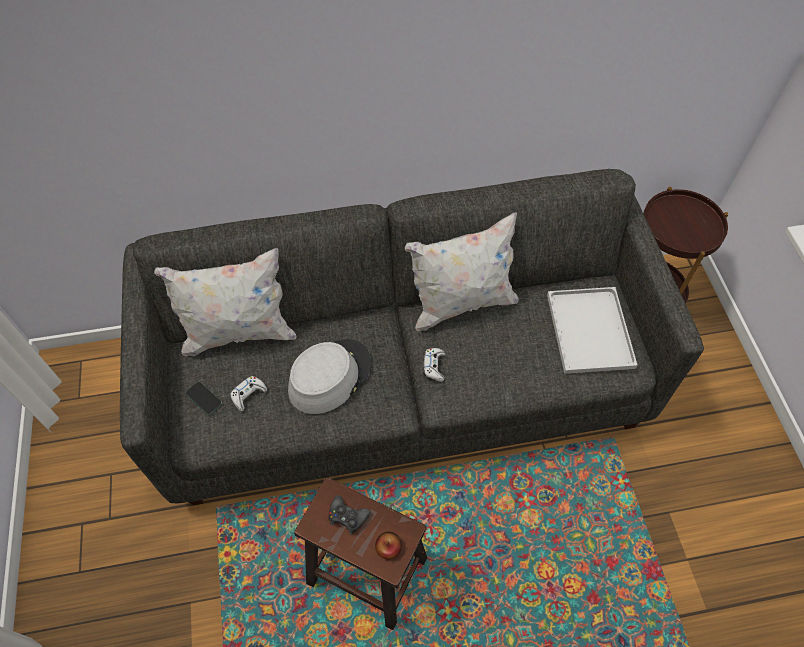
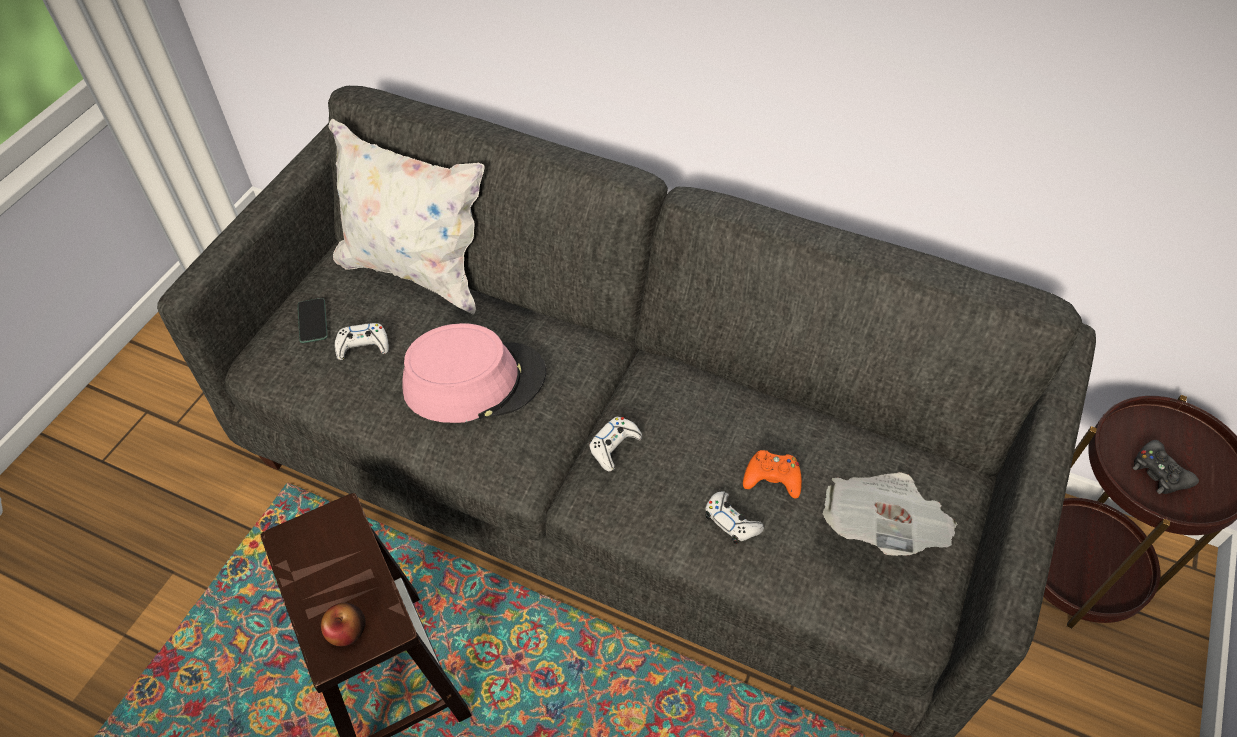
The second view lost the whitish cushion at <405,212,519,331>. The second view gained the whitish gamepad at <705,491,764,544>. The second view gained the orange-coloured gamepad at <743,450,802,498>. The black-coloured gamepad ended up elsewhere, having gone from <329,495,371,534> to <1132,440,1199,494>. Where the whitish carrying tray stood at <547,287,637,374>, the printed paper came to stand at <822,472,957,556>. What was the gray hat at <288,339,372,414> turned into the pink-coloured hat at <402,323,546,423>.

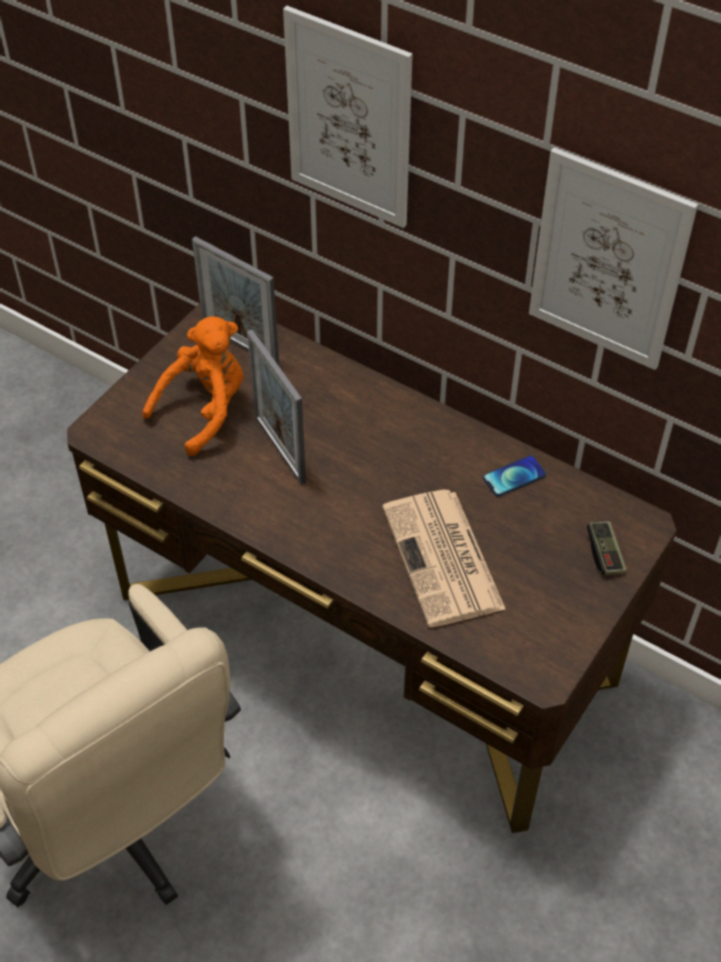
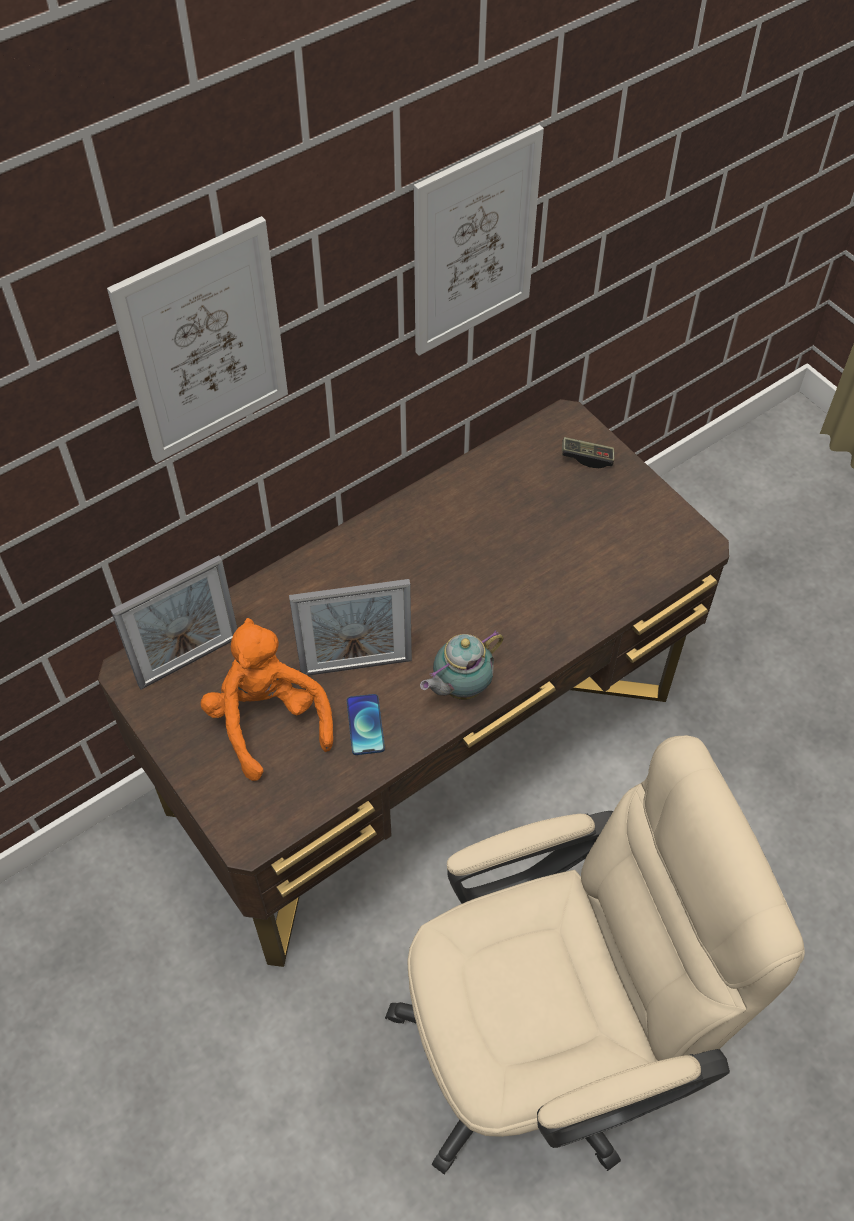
The second view lost the printed paper at <382,490,506,627>. The second view gained the teapot at <420,630,504,700>. The handset ended up elsewhere, having gone from <483,456,546,497> to <347,694,385,755>.

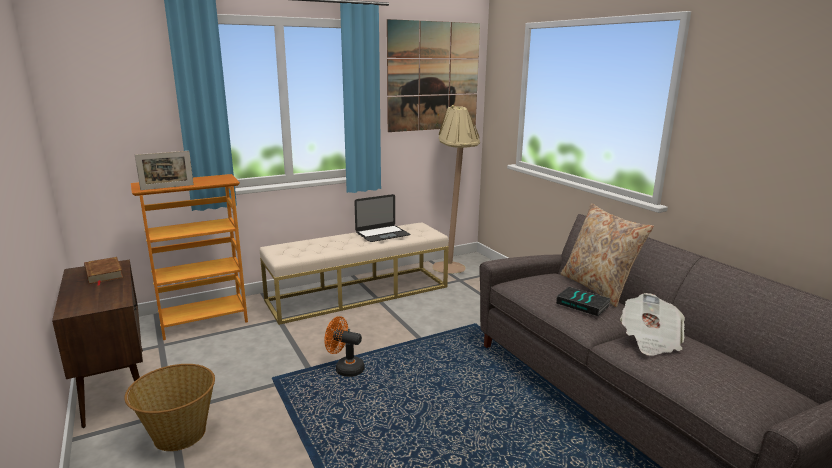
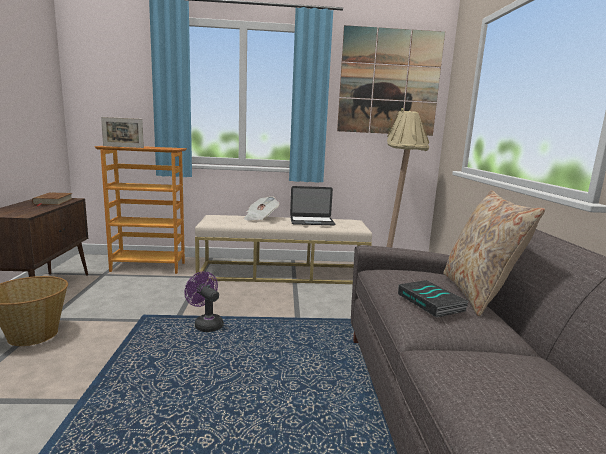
The printed paper ended up elsewhere, having gone from <620,293,685,356> to <243,196,279,221>. What was the orange-coloured electric fan at <324,316,365,377> turned into the purple electric fan at <184,271,223,332>.

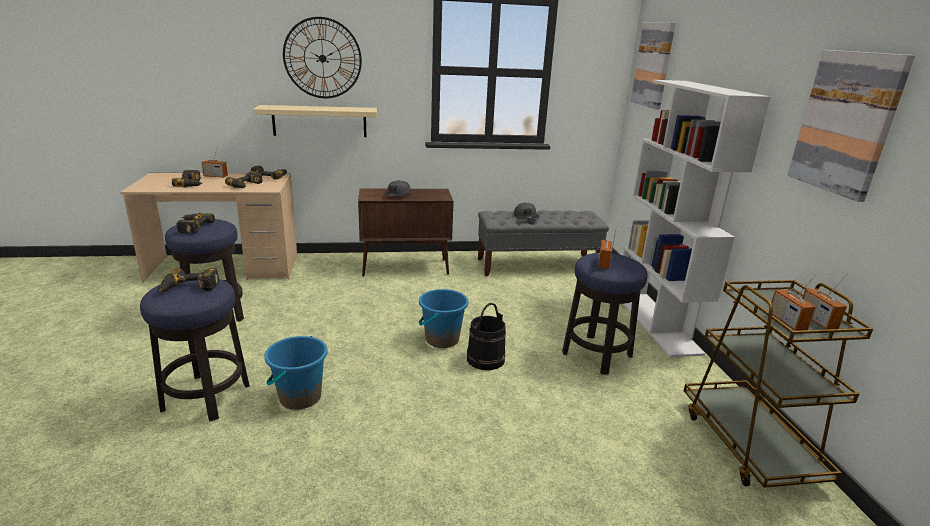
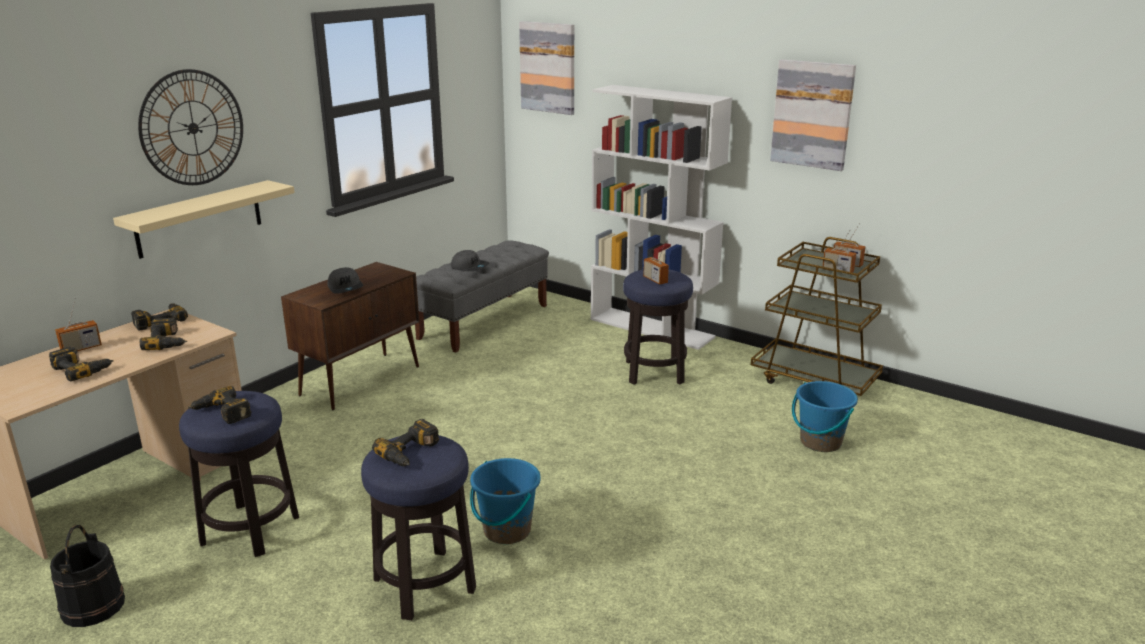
The blue-coloured pail ended up elsewhere, having gone from <419,289,468,348> to <792,381,858,452>. The black-coloured pail ended up elsewhere, having gone from <467,303,506,370> to <50,525,125,627>.

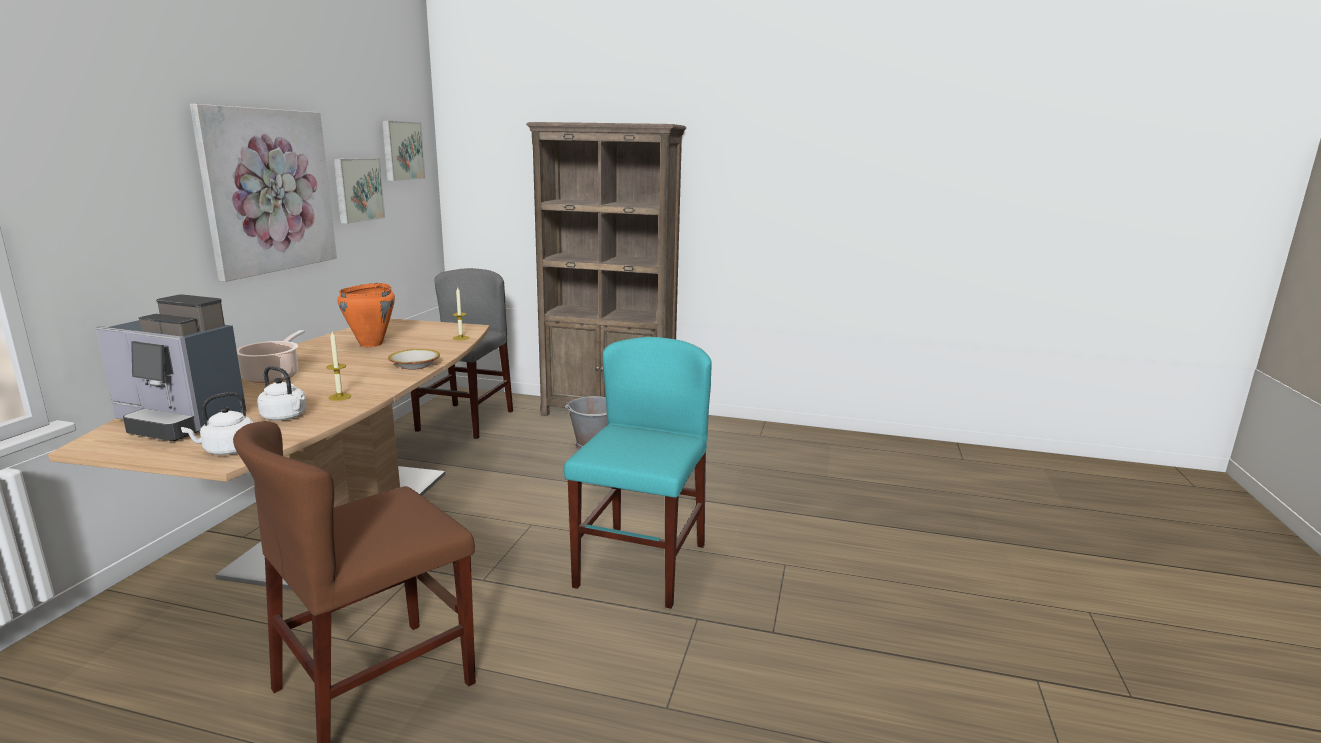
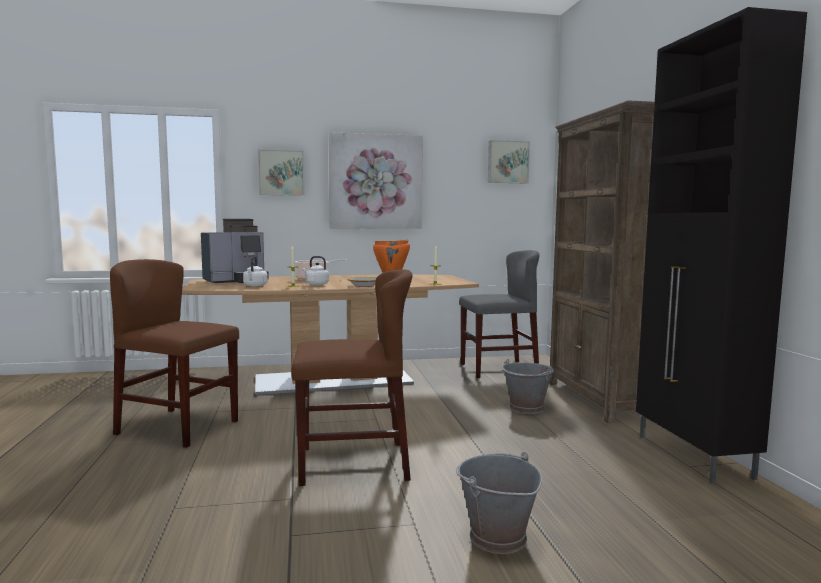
The second view gained the gray pail at <456,452,542,554>. The second view gained the black-coloured storage cabinet at <636,7,807,484>. The whitish kettle ended up elsewhere, having gone from <181,392,254,455> to <302,256,329,285>. The picture ended up elsewhere, having gone from <334,158,385,224> to <258,150,304,196>. What was the blue-green plain chair at <564,337,712,609> turned into the brownish plain chair at <291,269,412,486>. The coffee brewer at <96,294,246,442> ended up facing another way, 120 degrees counterclockwise from before.

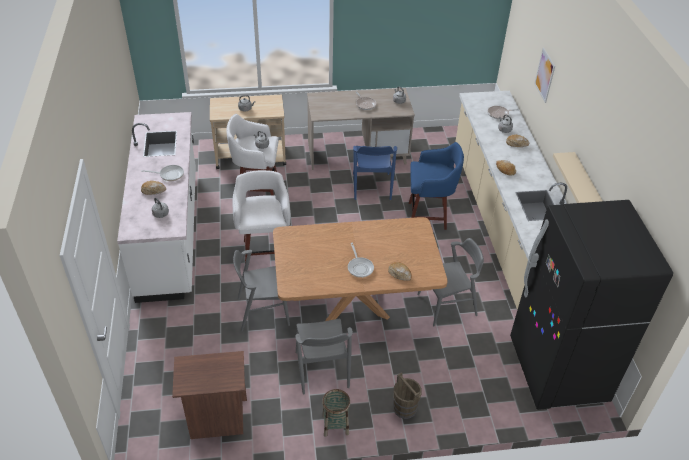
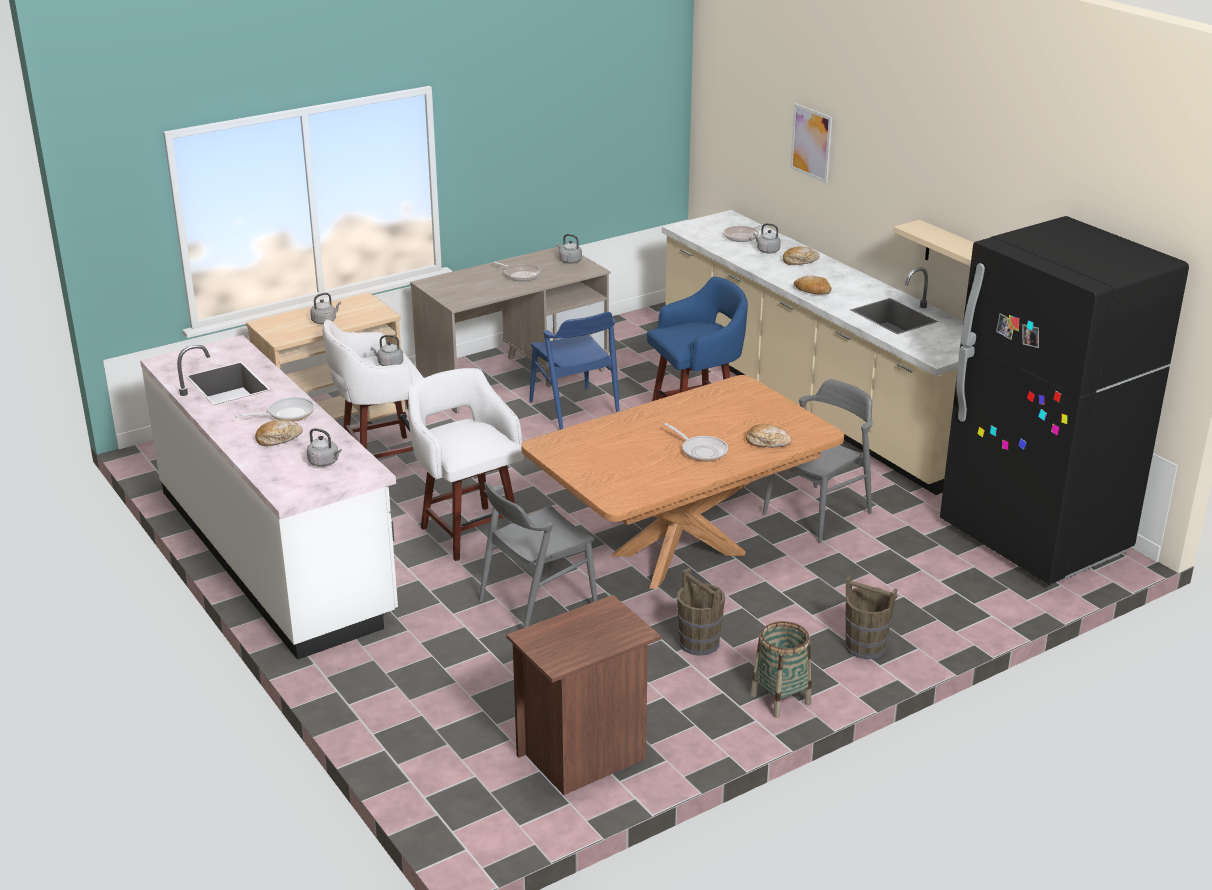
Where the gray plain chair stood at <296,318,353,395>, the brownish pail came to stand at <677,568,725,656>.

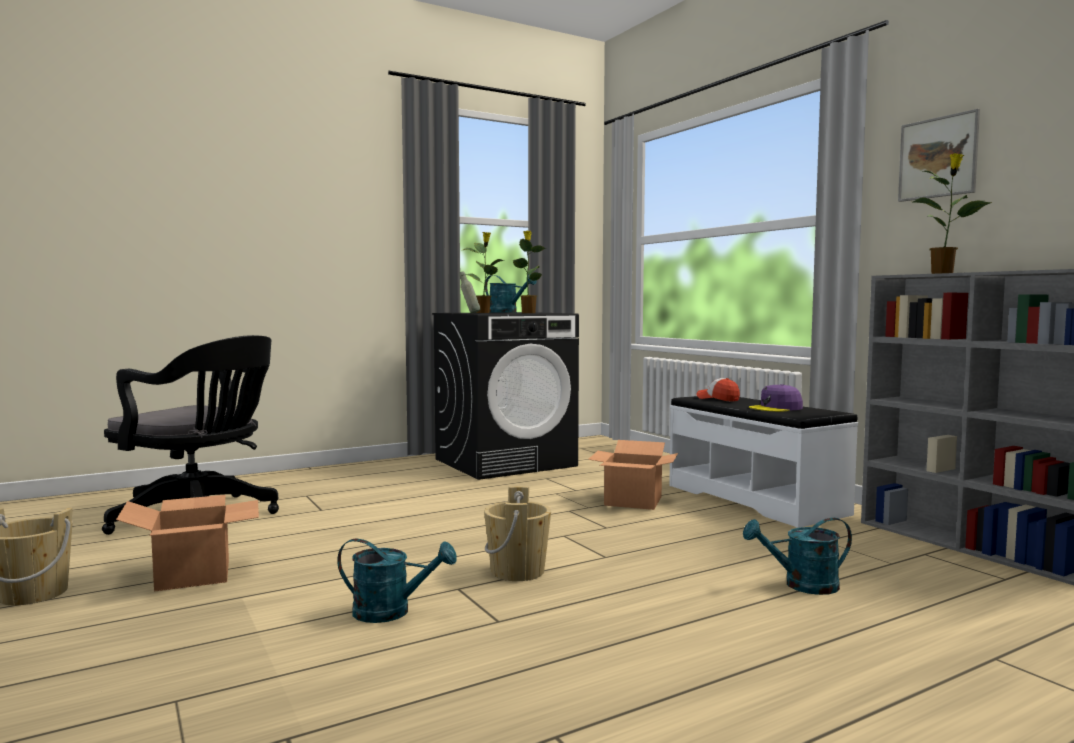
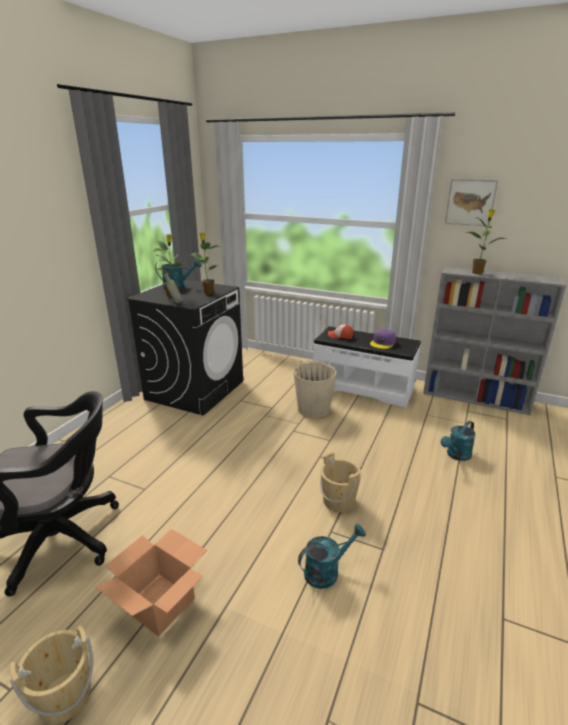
Where the cardboard box stood at <588,440,678,510>, the beige-coloured pail came to stand at <294,361,337,418>.

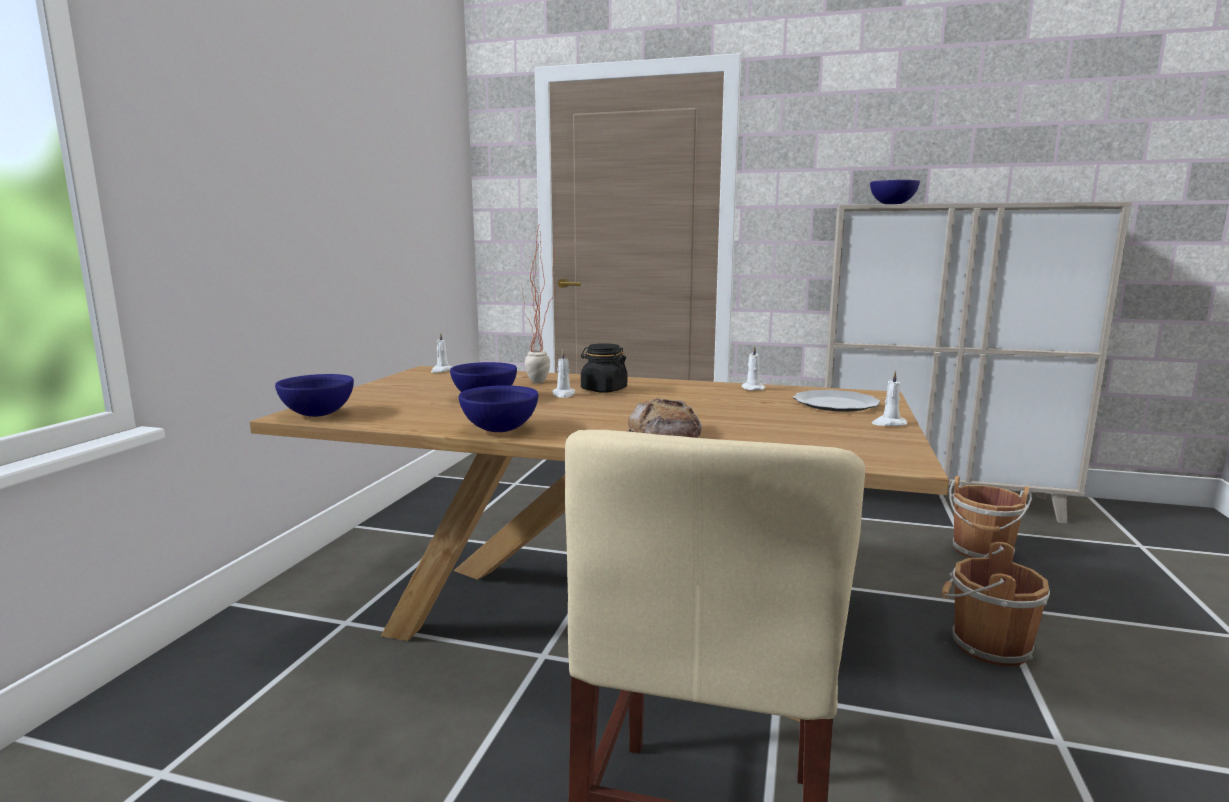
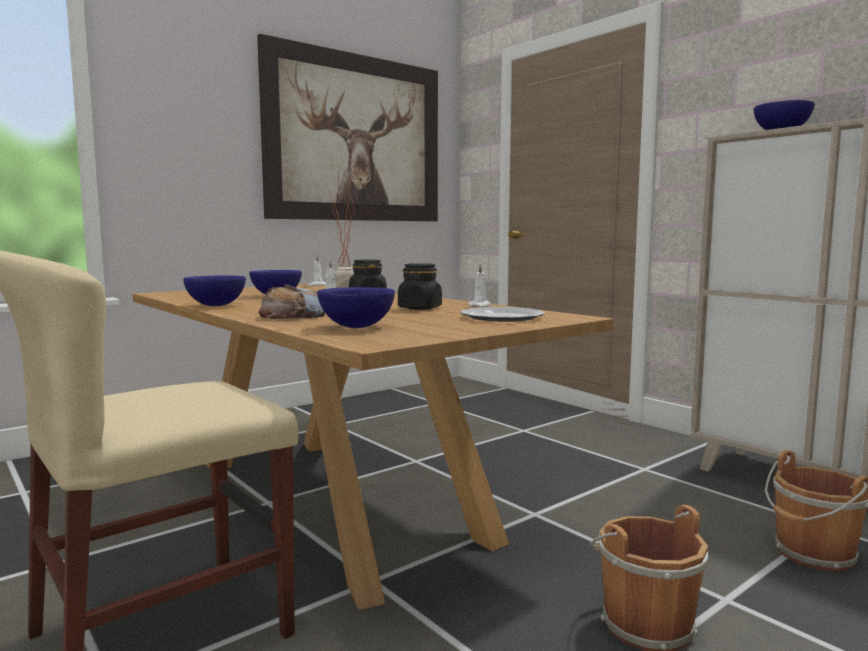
The second view lost the whitish wax candle at <872,371,907,426>. The second view gained the picture at <257,34,438,222>. The second view gained the black-coloured storage jar at <398,263,442,310>. The blue-coloured bowl ended up elsewhere, having gone from <275,374,354,417> to <317,287,395,328>.

